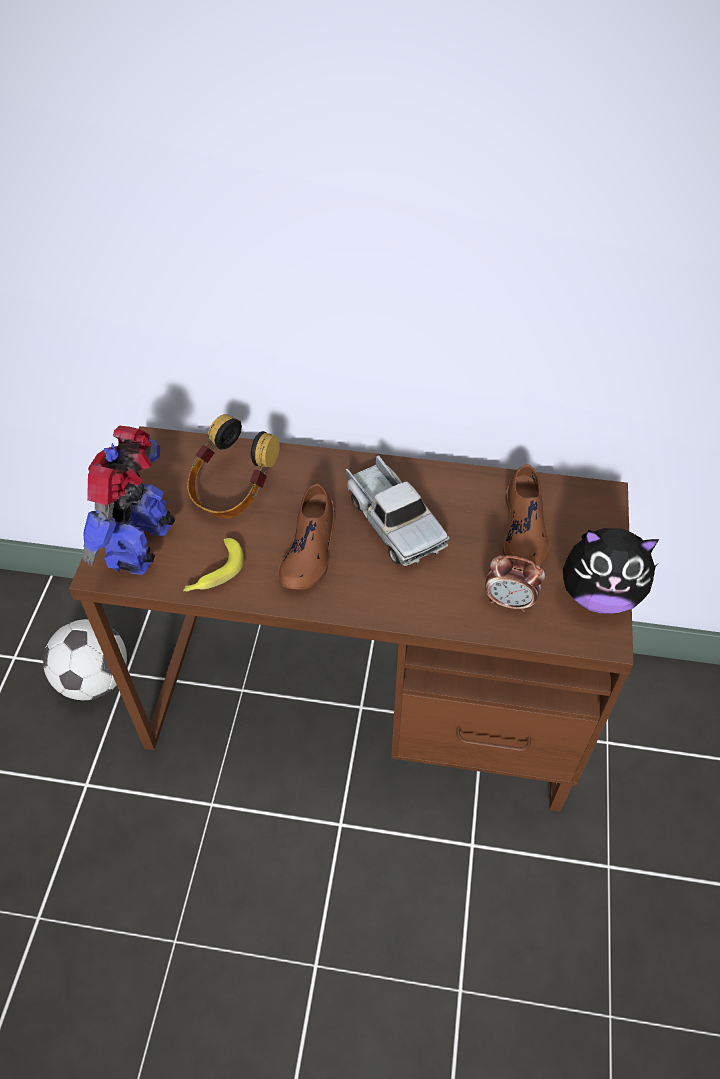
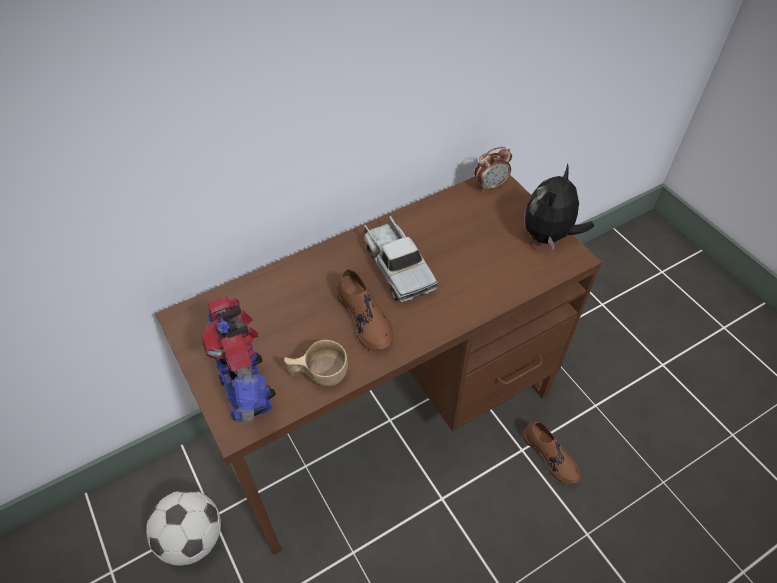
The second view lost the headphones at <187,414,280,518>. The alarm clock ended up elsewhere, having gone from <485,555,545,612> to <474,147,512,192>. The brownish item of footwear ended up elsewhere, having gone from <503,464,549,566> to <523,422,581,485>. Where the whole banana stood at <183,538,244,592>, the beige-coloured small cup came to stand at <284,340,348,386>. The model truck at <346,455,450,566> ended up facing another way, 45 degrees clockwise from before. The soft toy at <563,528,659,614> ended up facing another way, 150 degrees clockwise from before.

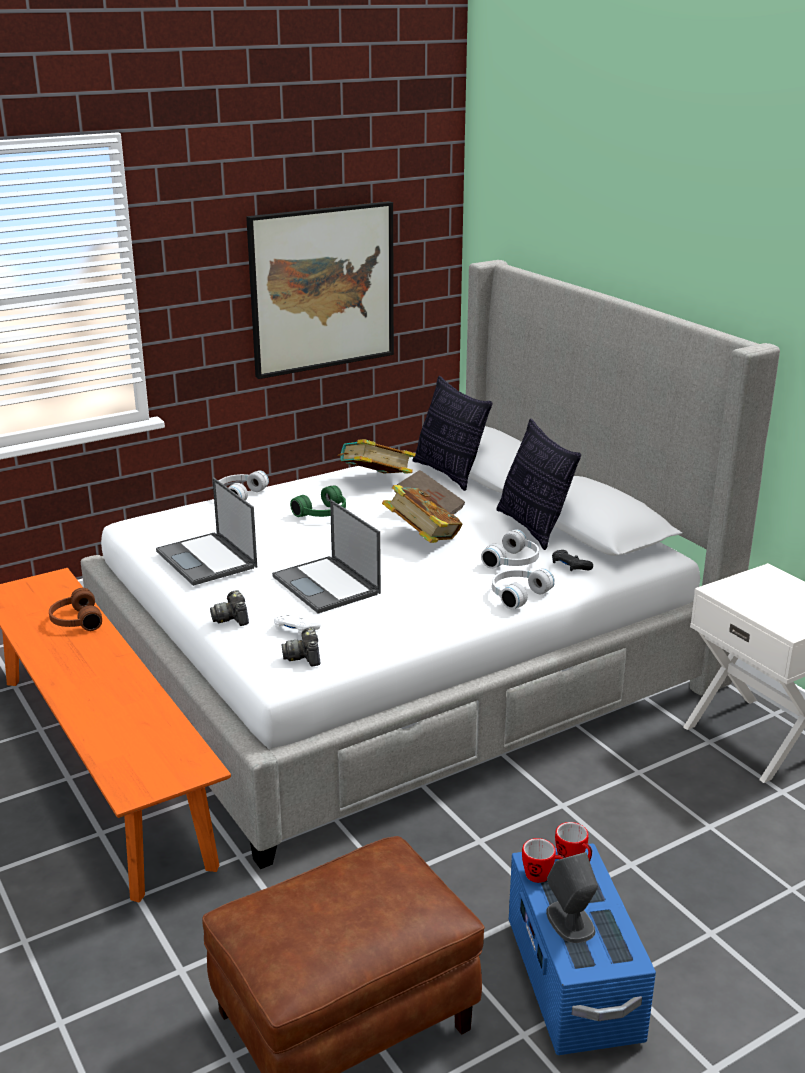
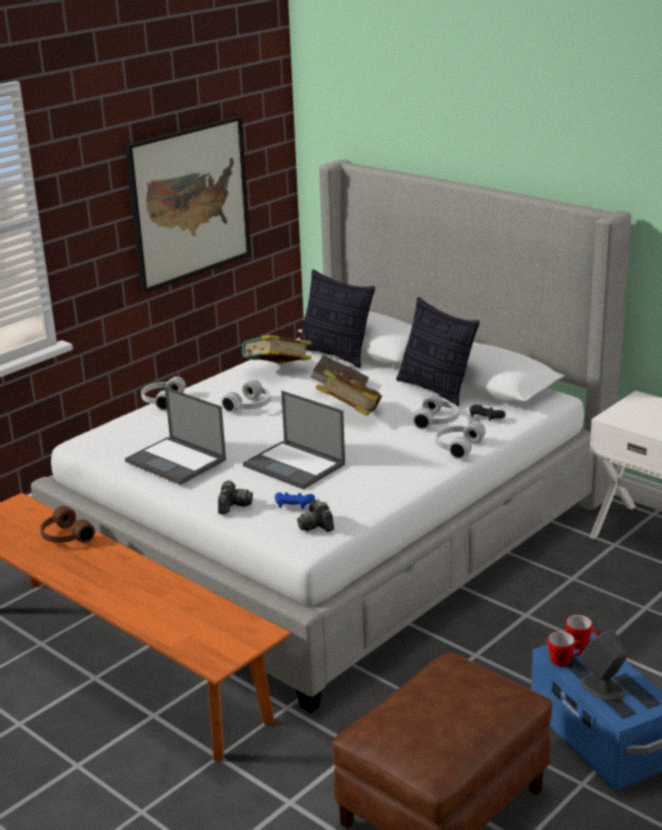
What was the whitish gamepad at <274,612,321,635> turned into the blue-coloured gamepad at <275,492,315,509>. What was the greenish headphones at <290,485,346,517> turned into the whitish headphones at <221,380,271,413>. The photo camera at <210,590,249,626> ended up facing another way, 135 degrees counterclockwise from before.

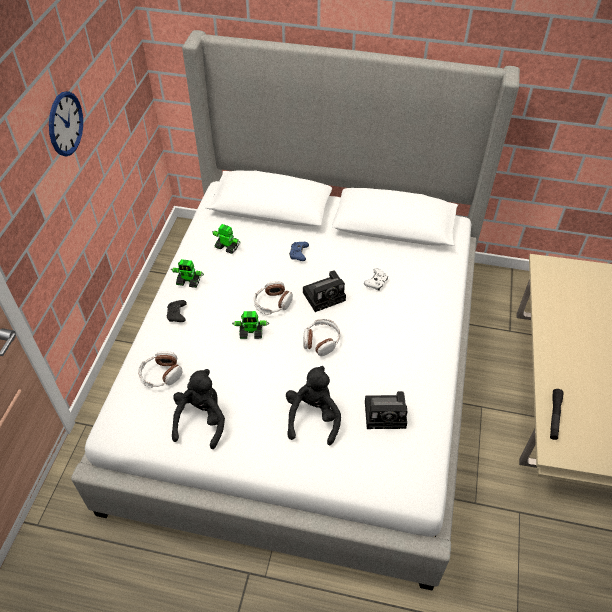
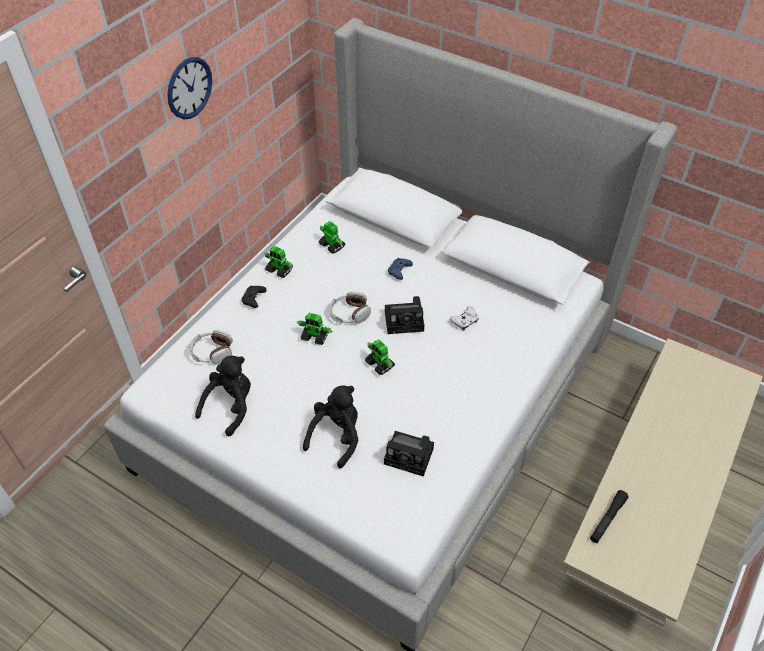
Where the headphones stood at <303,319,340,356>, the robot figure came to stand at <365,340,395,375>.

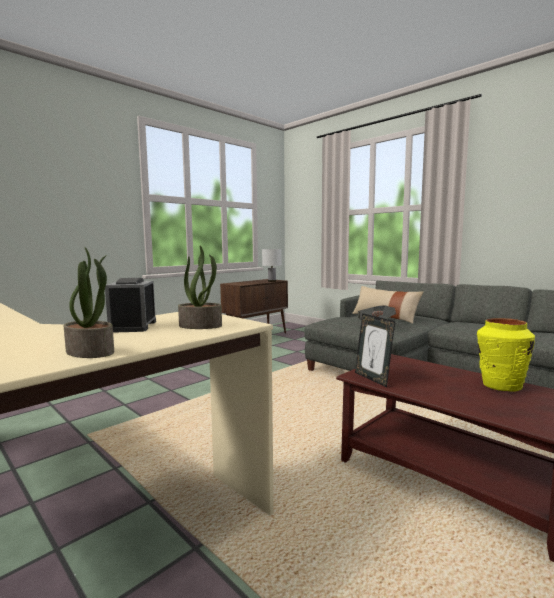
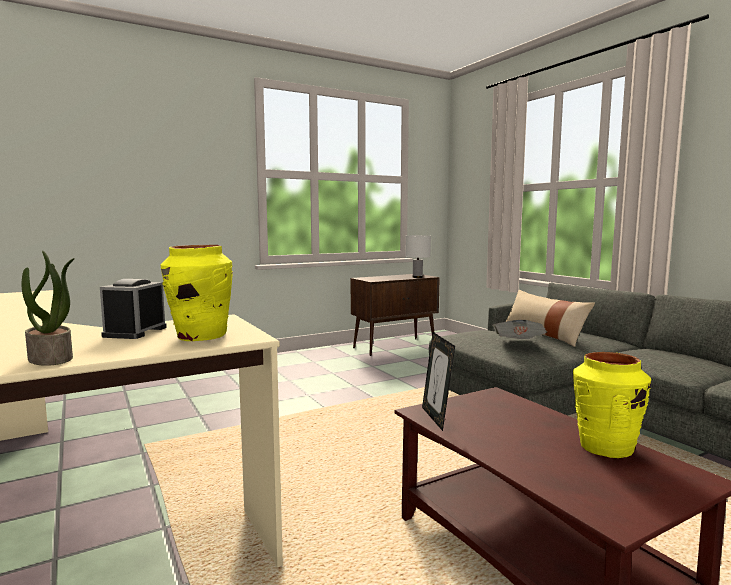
Where the houseplant stood at <178,245,222,329>, the yellow decorative vase came to stand at <161,245,233,341>.

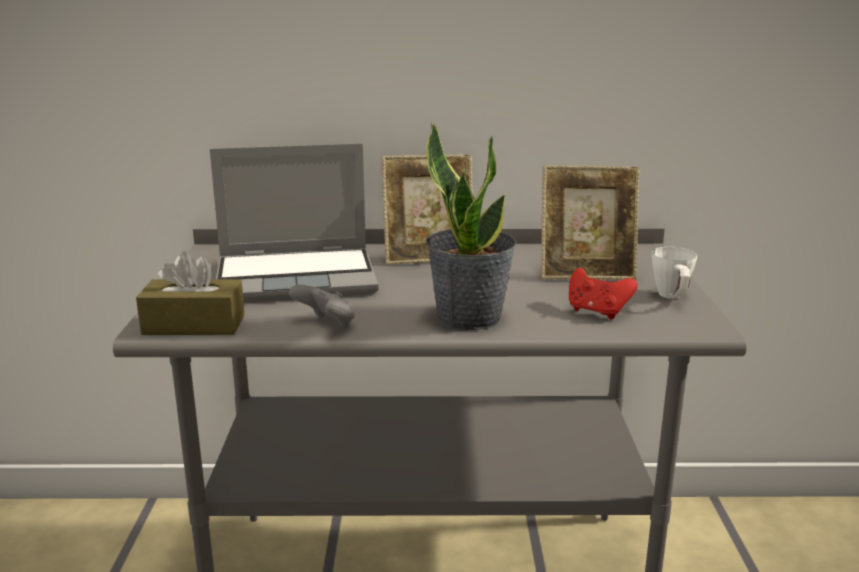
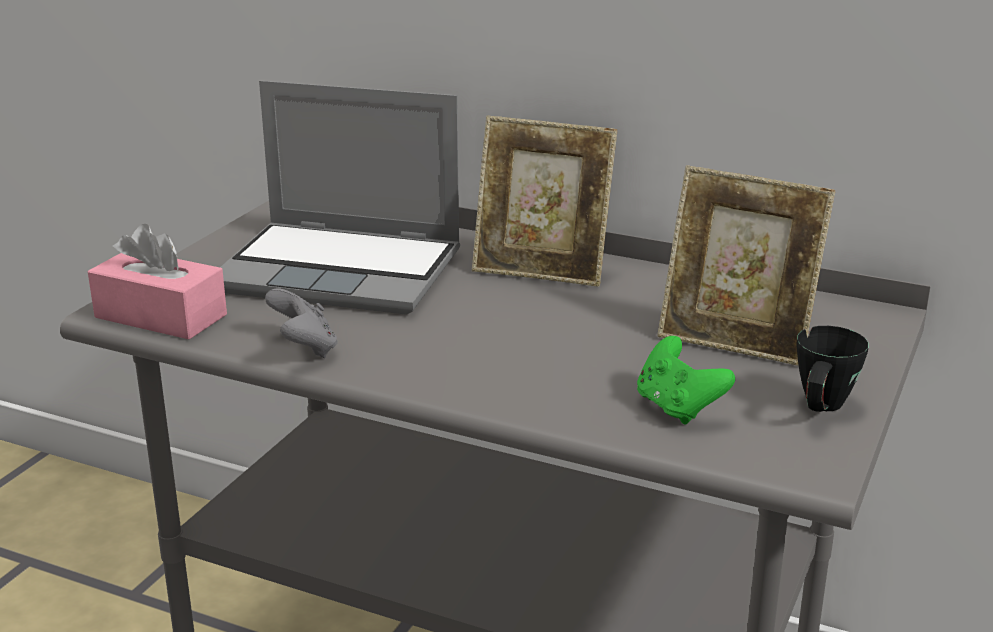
The second view lost the houseplant at <426,122,517,330>. What was the brownish box of tissues at <136,251,245,335> turned into the pink-coloured box of tissues at <88,224,227,340>. What was the red-coloured gamepad at <569,268,637,319> turned into the greenish gamepad at <637,336,735,425>. What was the whitish coffee mug at <652,247,697,299> turned into the black-coloured coffee mug at <797,326,869,412>.

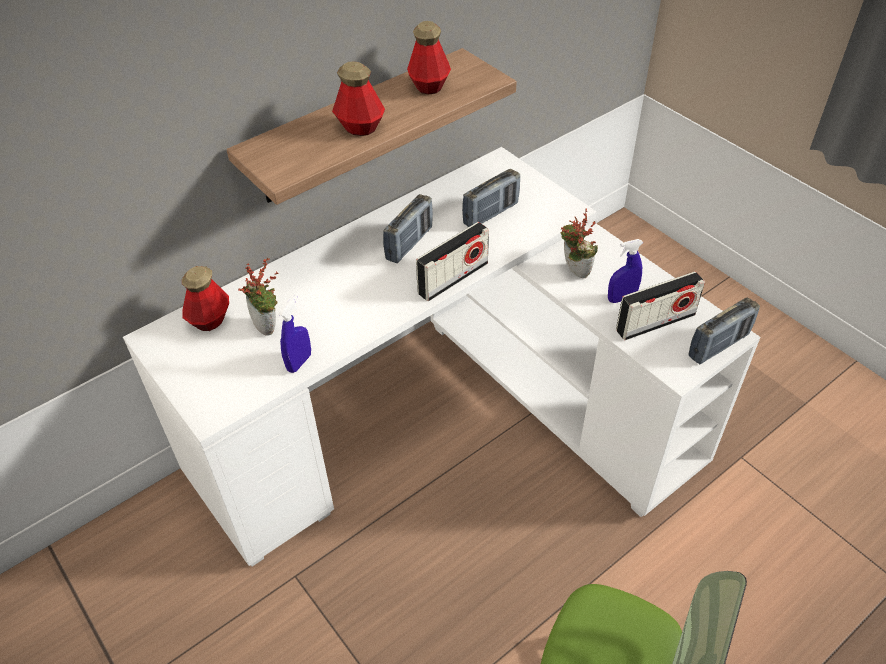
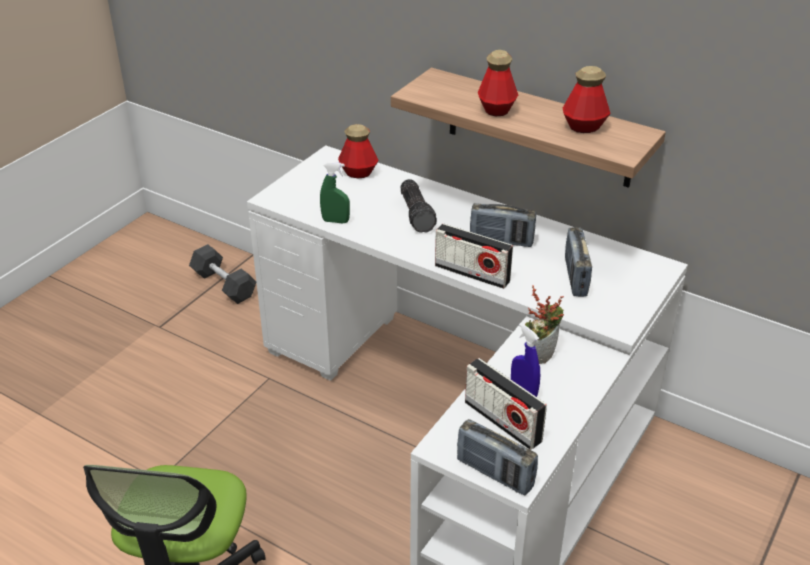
The second view lost the houseplant at <238,257,279,336>. The second view gained the gray hand weight at <189,244,256,304>. The second view gained the torch at <401,179,437,233>. What was the blue-coloured spray bottle at <278,295,311,373> turned into the greenish spray bottle at <320,162,350,223>. The radio receiver at <462,169,520,227> ended up facing another way, 60 degrees clockwise from before.

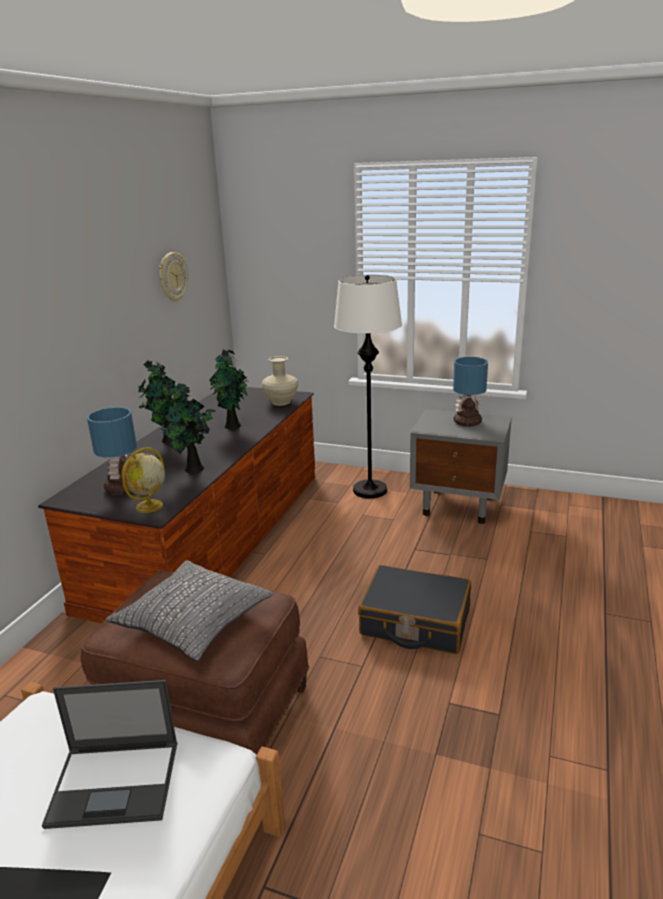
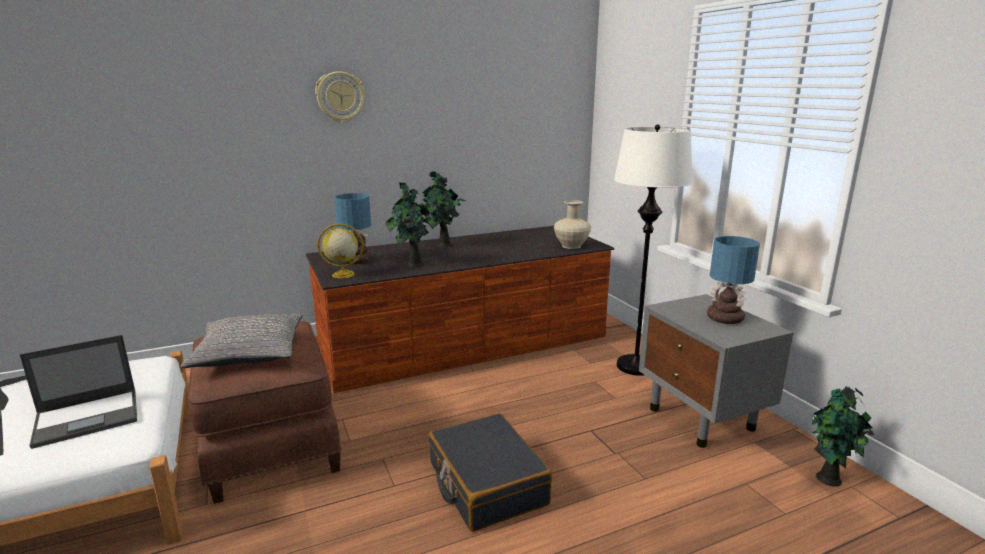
The wall clock ended up elsewhere, having gone from <159,252,188,302> to <315,71,365,123>. The houseplant ended up elsewhere, having gone from <209,350,249,429> to <812,386,875,487>. The portable computer at <42,680,177,829> ended up facing another way, 75 degrees counterclockwise from before.

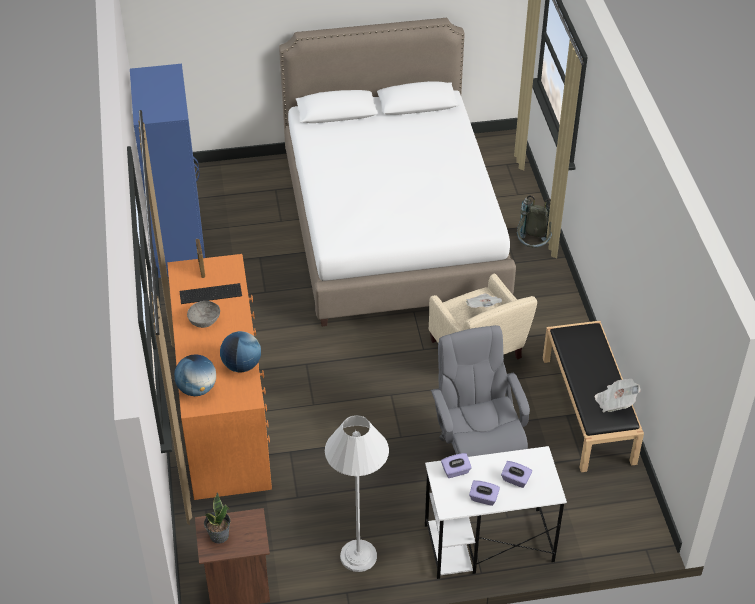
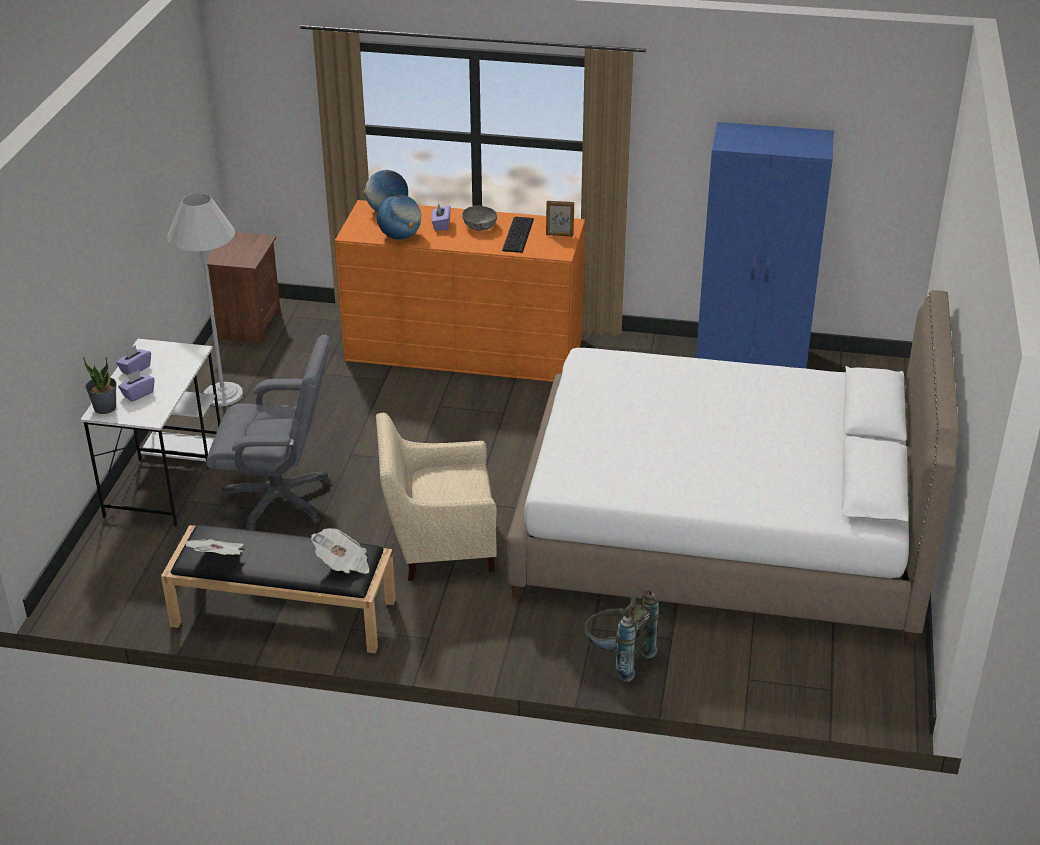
The houseplant ended up elsewhere, having gone from <204,492,230,543> to <83,357,117,414>. The purple box of tissues ended up elsewhere, having gone from <441,453,472,478> to <431,203,451,230>. The printed paper ended up elsewhere, having gone from <466,293,502,308> to <311,528,369,574>.

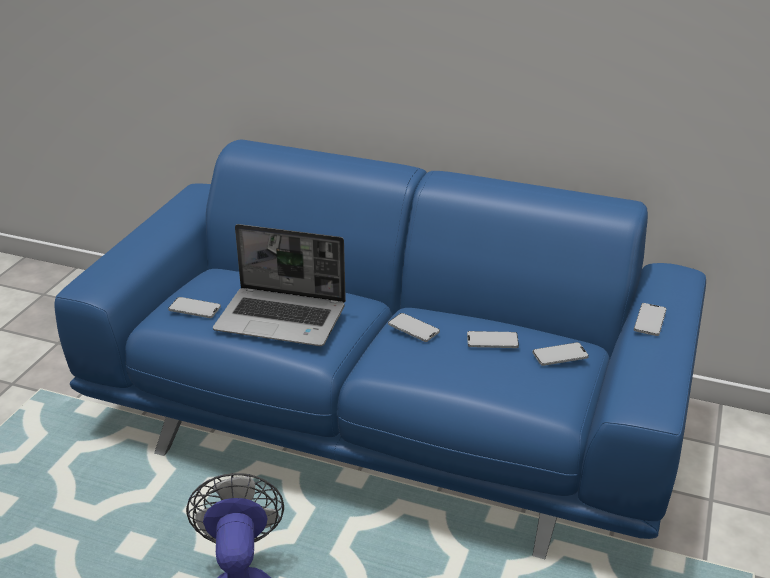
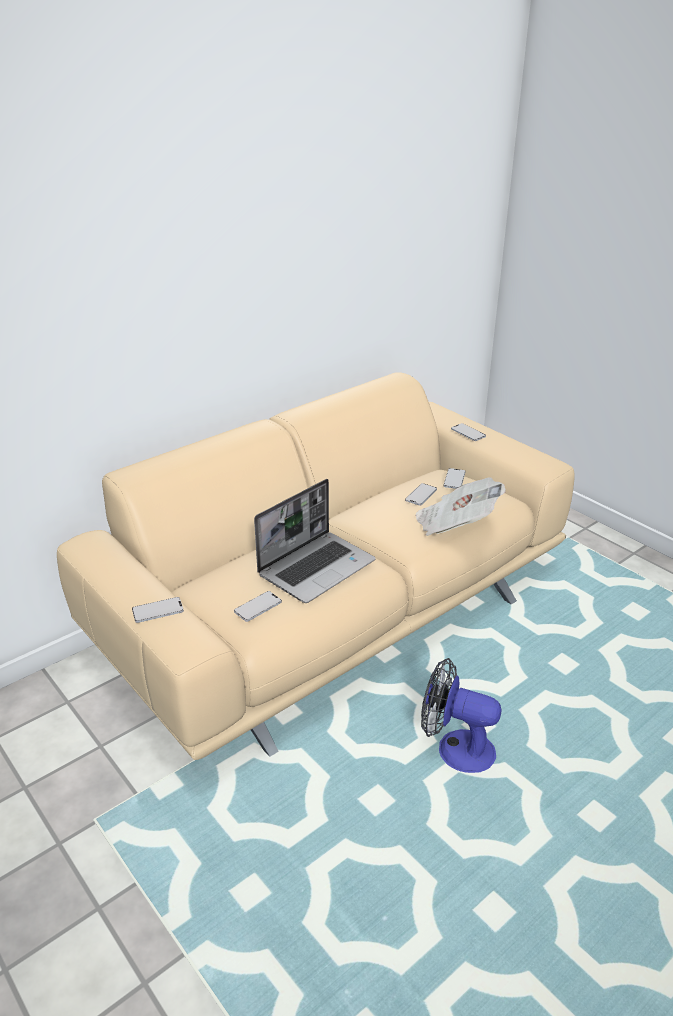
The second view gained the printed paper at <415,478,506,536>. The handset ended up elsewhere, having gone from <388,313,440,342> to <132,597,184,623>. What was the blue-coloured sofa at <54,140,706,559> turned into the beige-coloured sofa at <57,372,575,760>.

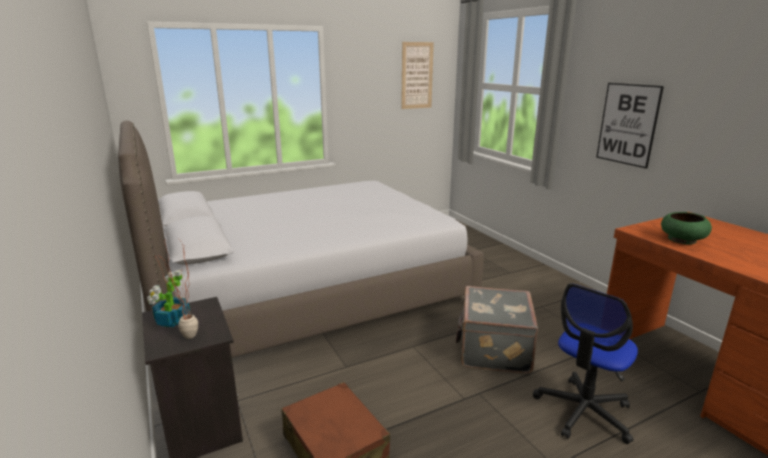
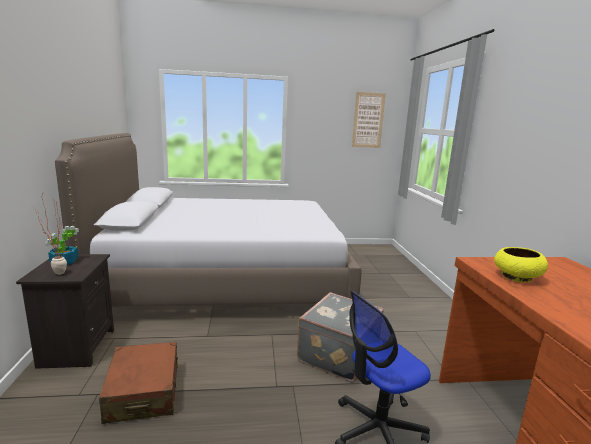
The second view lost the picture at <596,83,664,169>. What was the greenish bowl at <661,212,712,245> turned into the yellow bowl at <494,247,548,283>.

